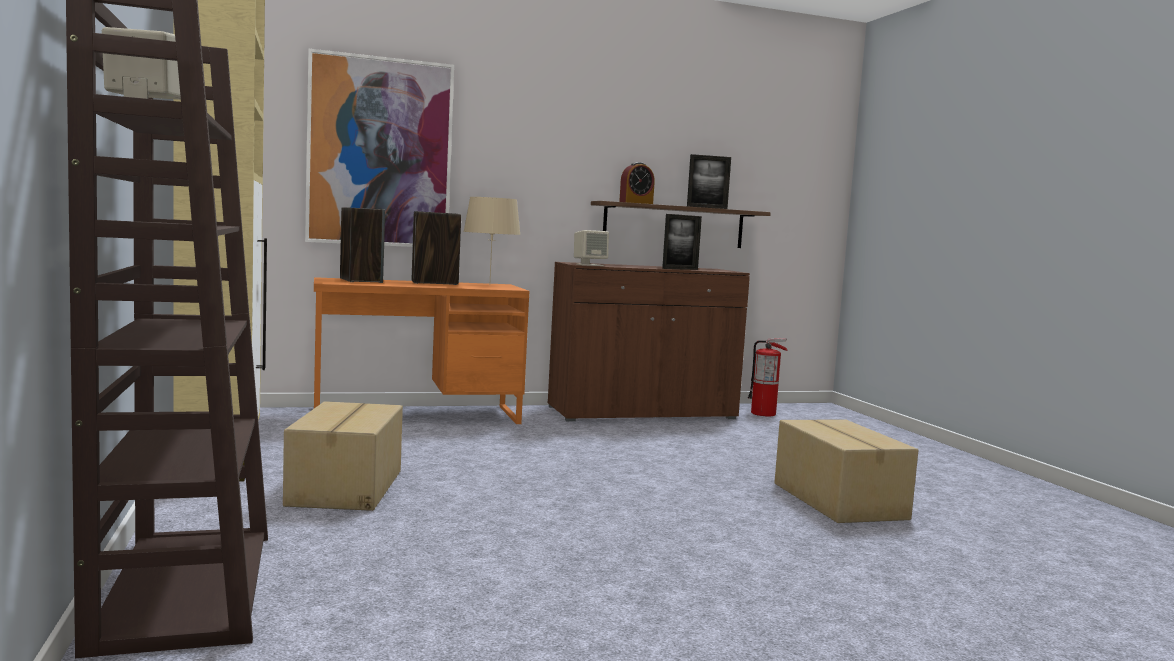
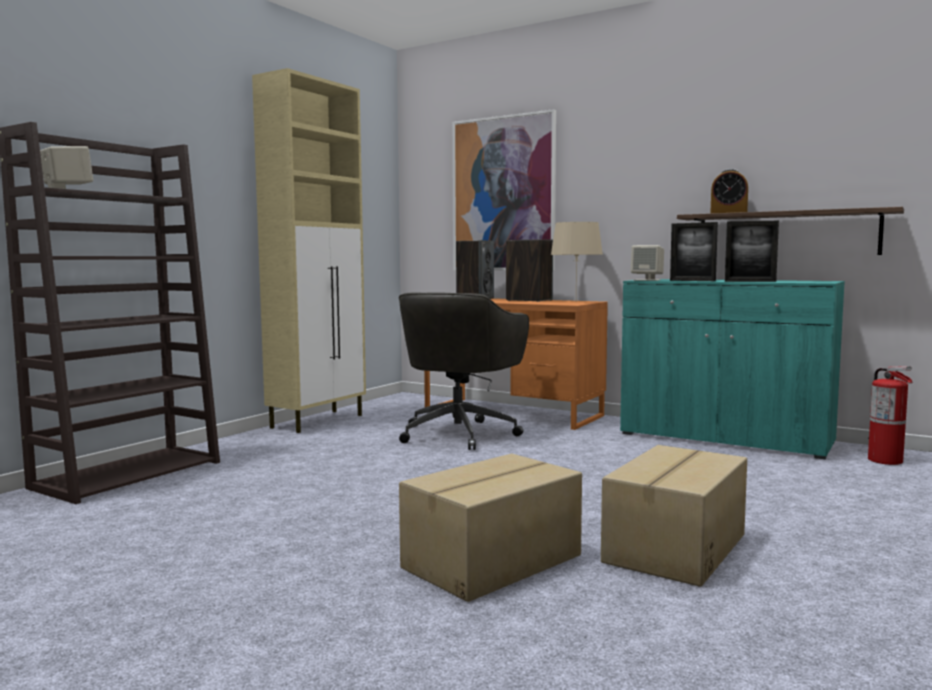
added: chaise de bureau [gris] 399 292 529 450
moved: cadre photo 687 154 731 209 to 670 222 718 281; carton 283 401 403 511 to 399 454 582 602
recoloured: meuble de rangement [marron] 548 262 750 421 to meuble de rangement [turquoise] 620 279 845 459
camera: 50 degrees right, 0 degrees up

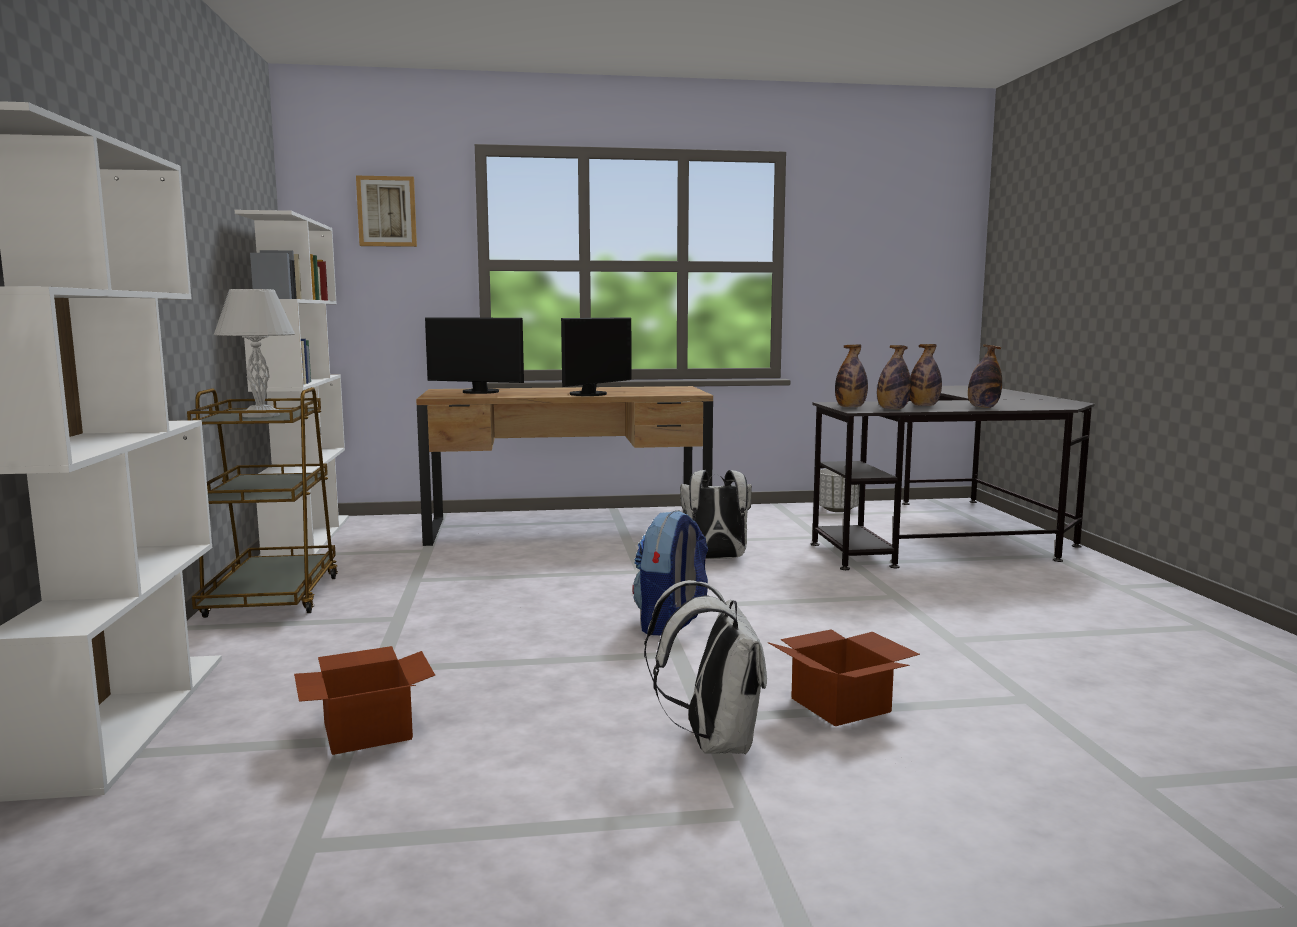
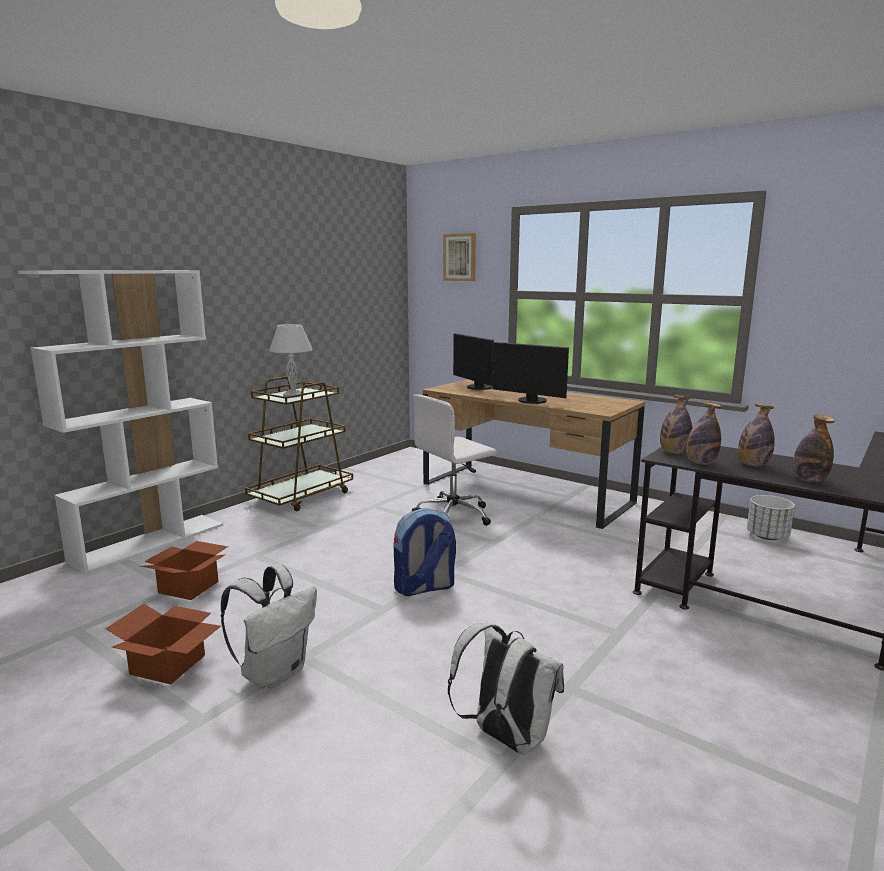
removed: bibliothèque [blanc] 235 210 349 556
added: chaise de bureau [blanc] 412 394 497 526
moved: sac à dos [blanc] 680 470 752 559 to 448 622 564 755; carton 767 629 920 726 to 105 604 221 685
turned: écran d'ordinateur 561 317 632 396 = 493 342 569 404 45 degrees clockwise
camera: 45 degrees right, 5 degrees up

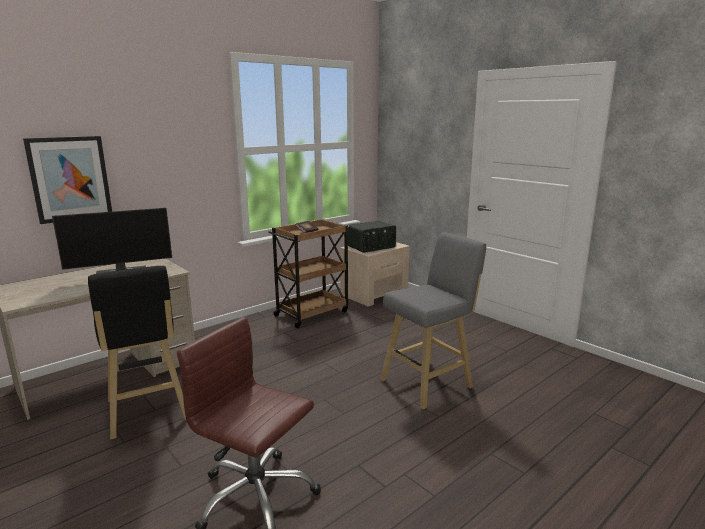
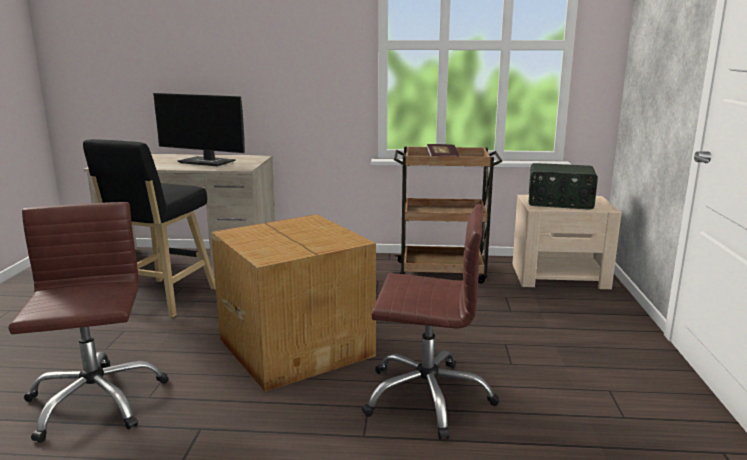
removed: tableau 23 136 112 224
added: carton 211 214 376 392
replaced: tabouret [gris] 380 232 486 409 to chaise de bureau [marron] 362 204 499 439
camera: 45 degrees right, 0 degrees up

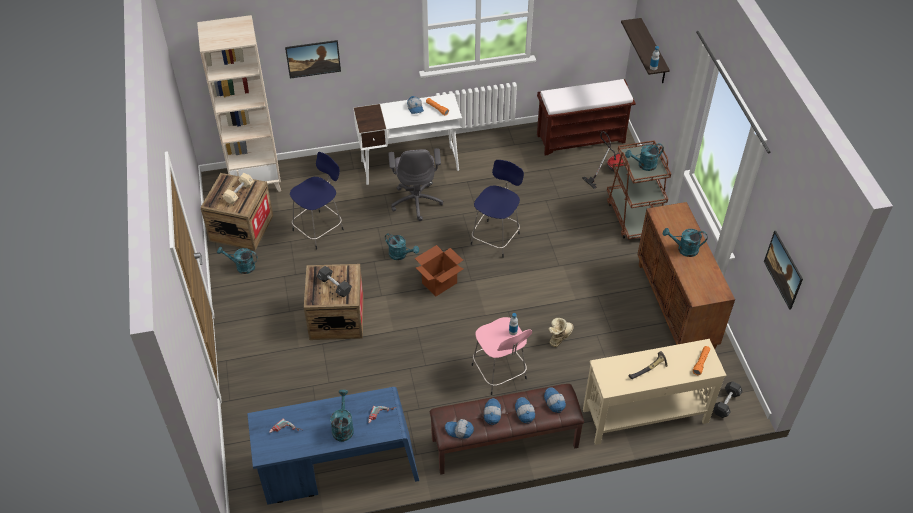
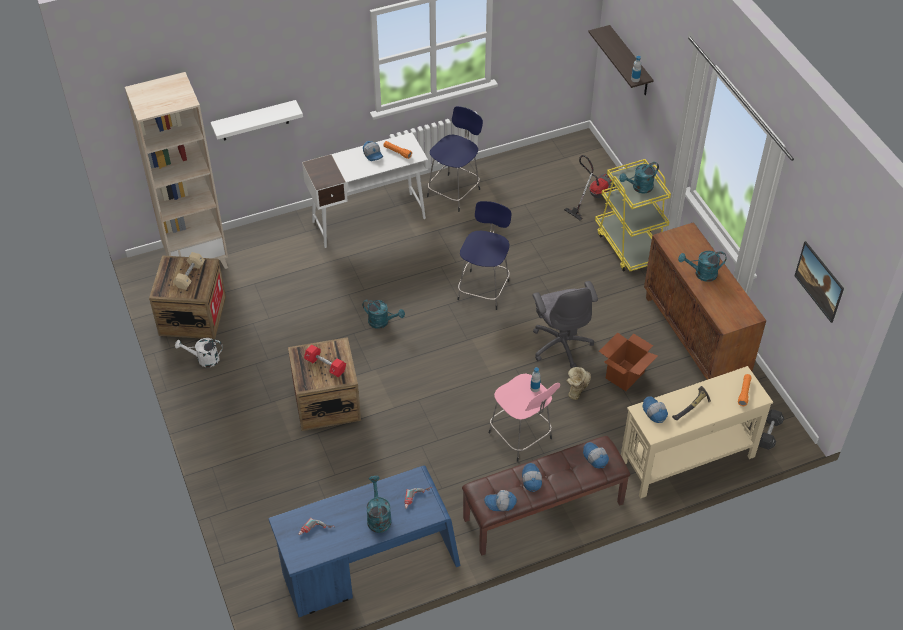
removed: banc [marron] 537 79 636 156
moved: chaise de bureau [gris] 388 148 443 221 to 533 281 598 368; tabouret [bleu] 290 152 344 249 to 427 106 483 212; carton 415 245 463 296 to 599 333 658 391; casquette 515 397 535 423 to 643 396 668 423
replaced: tableau 285 40 341 79 to étagère [blanc] 210 100 303 140
recoloured: chariot [marron] 607 140 671 239 to chariot [jaune] 595 159 671 271; arrosoir [turquoise] 217 247 258 274 to arrosoir [blanc] 175 338 223 367; haltère [noir] 317 266 352 298 to haltère [rouge] 304 345 346 377
camera: 10 degrees left, 0 degrees up

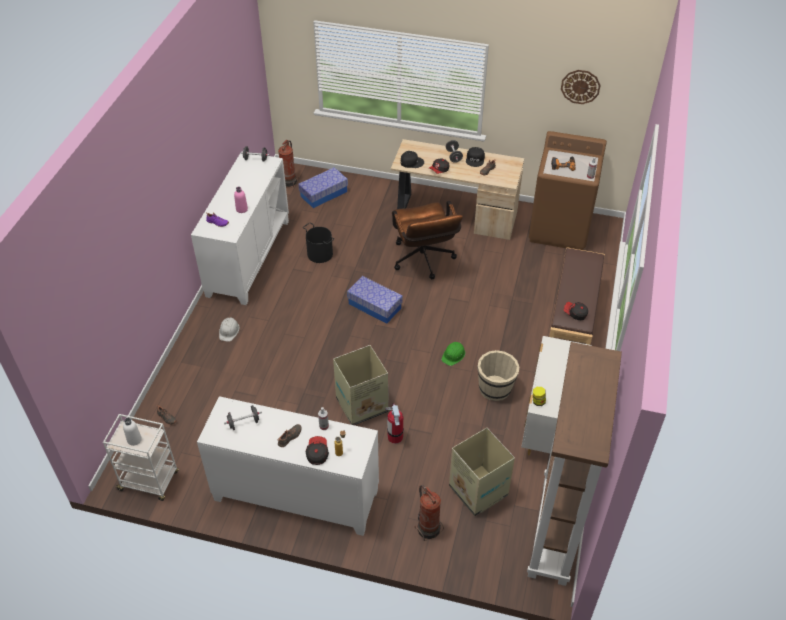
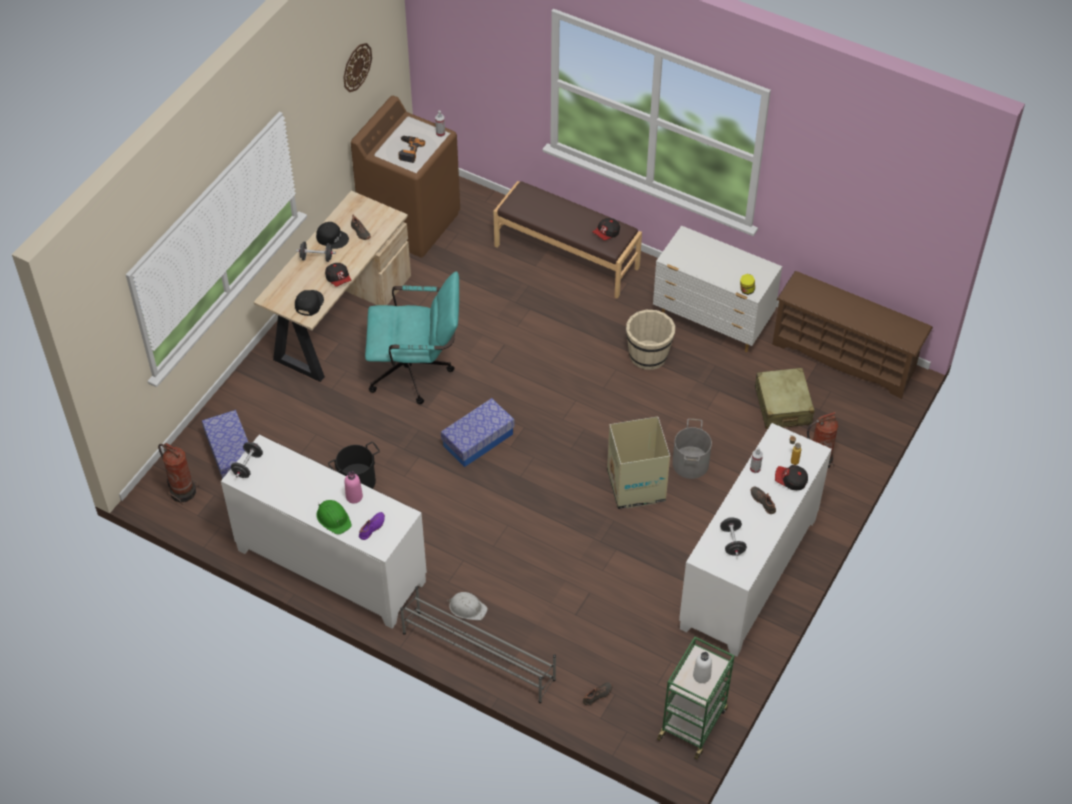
added: étagère à chaussures [gris] 400 586 556 703
moved: casque de chantier [vert] 441 342 465 366 to 316 500 352 534
replaced: bibliothèque [marron] 527 342 622 586 to étagère à chaussures [marron] 772 271 933 399; extincteur 385 403 404 444 to seau [gris] 672 419 712 479; carton 449 428 515 516 to valise [beige] 755 368 815 429
recoloured: chaise de bureau [marron] 392 201 463 279 to chaise de bureau [turquoise] 365 271 459 404; chariot [blanc] 103 414 179 501 to chariot [vert] 657 637 735 760
camera: 75 degrees left, 5 degrees up

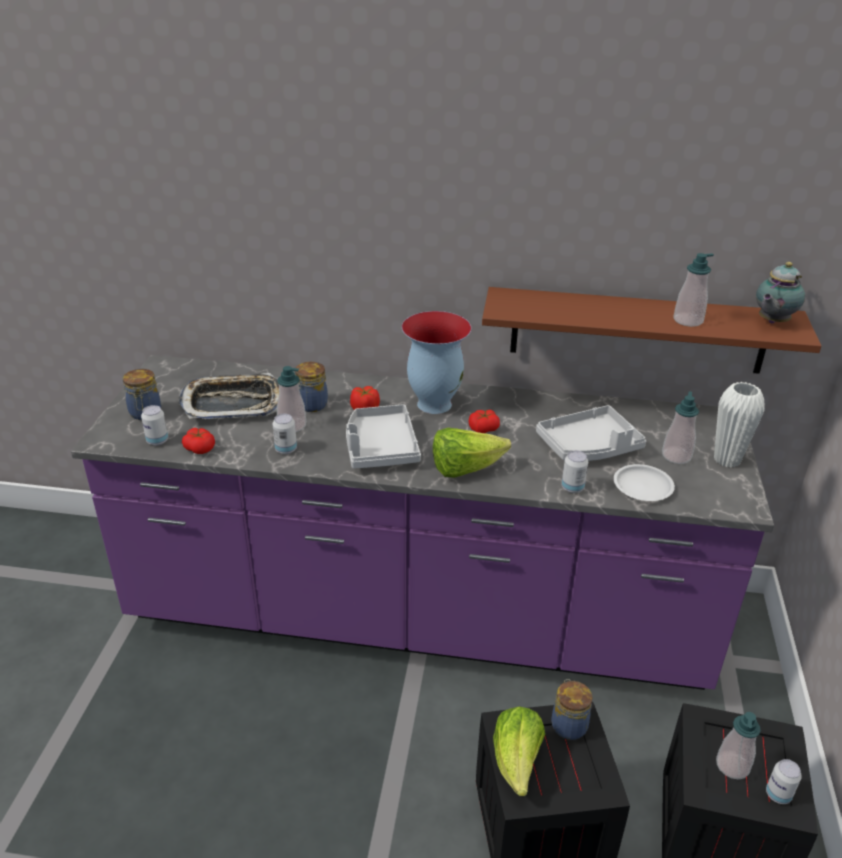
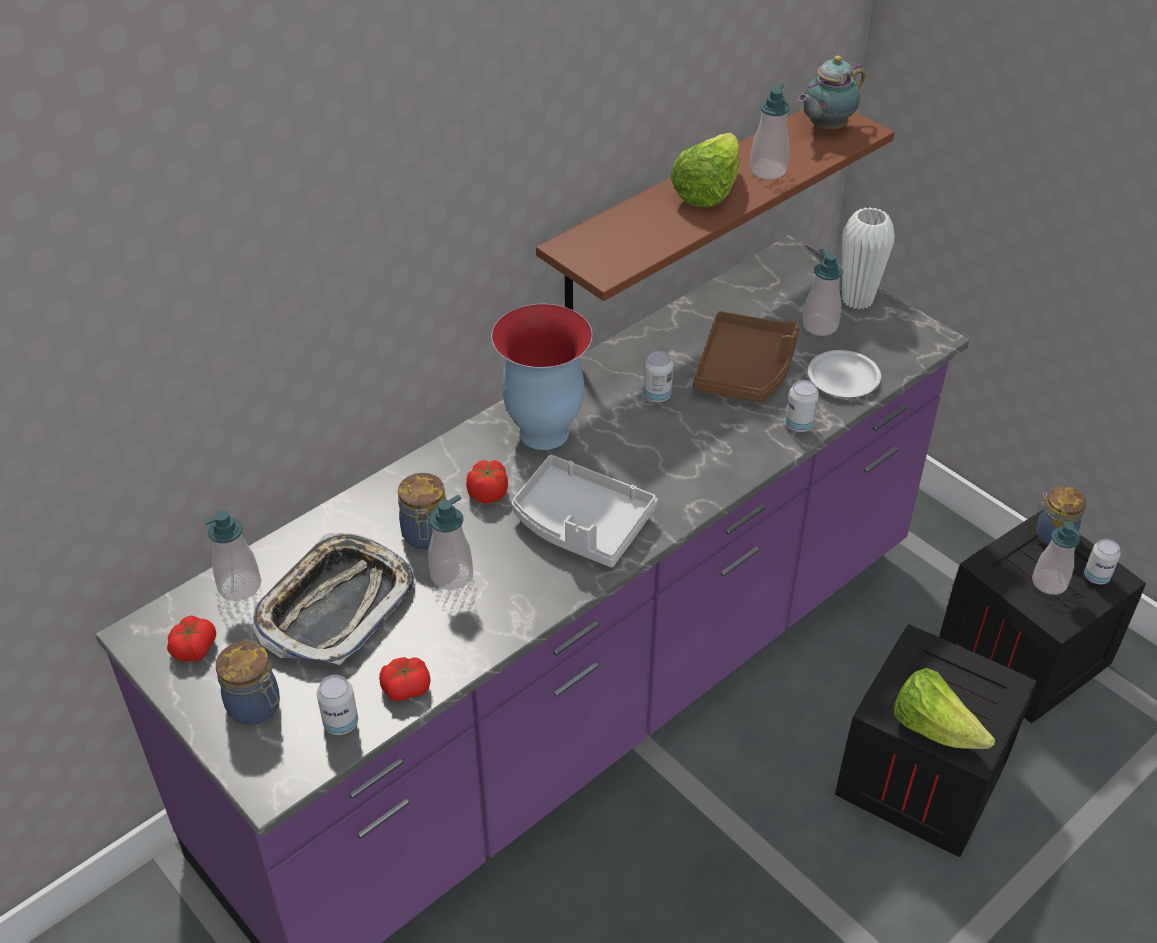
added: distributeur de savon 203 510 261 601
moved: tomate 469 410 500 433 to 167 615 216 662; boîte métallique 273 414 297 454 to 643 351 673 402; laitue 433 428 511 478 to 670 133 740 207; bocal 551 679 593 740 to 1034 486 1087 545
recoloured: plateau [gris] 536 405 646 461 to plateau [marron] 693 311 800 402
turned: théière 756 262 805 323 = 798 56 866 130 60 degrees clockwise
camera: 50 degrees left, 10 degrees up

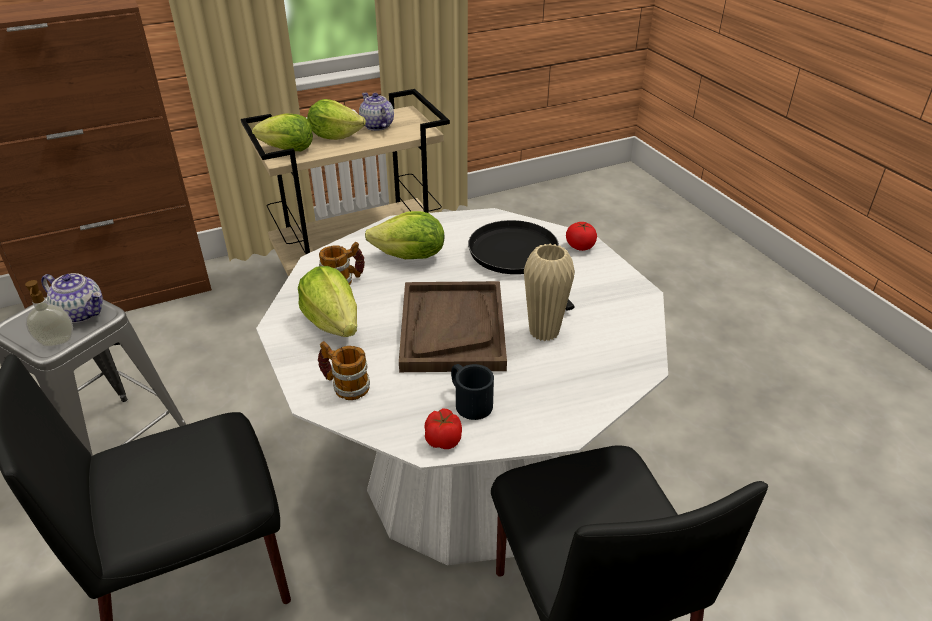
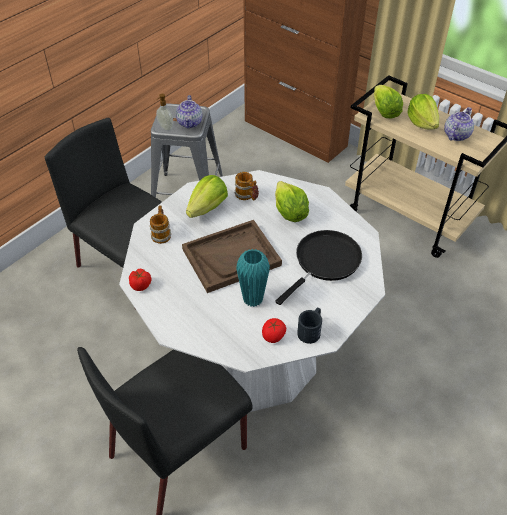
moved: tomate 566 222 597 251 to 262 318 286 343; mug [noir] 451 364 494 420 to 297 308 322 344
recoloured: vase [beige] 524 244 575 341 to vase [turquoise] 236 249 270 307
camera: 65 degrees right, 10 degrees up

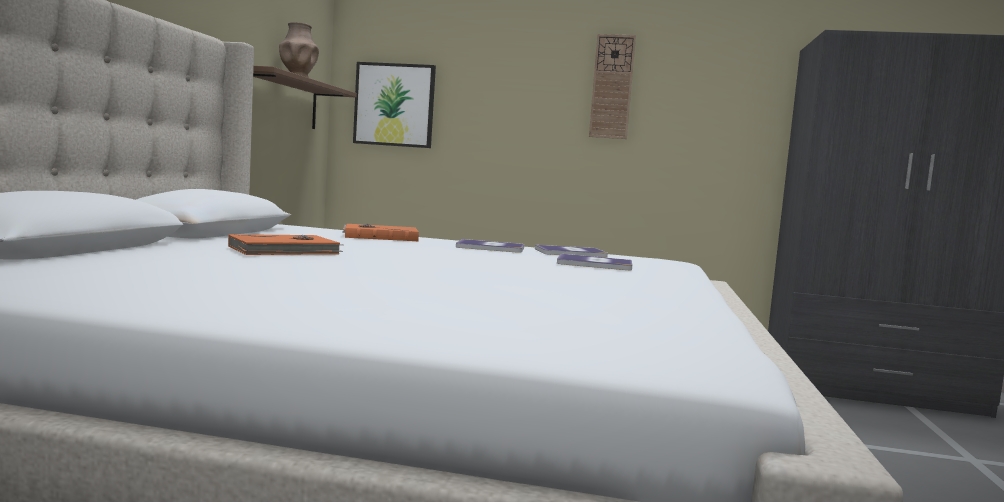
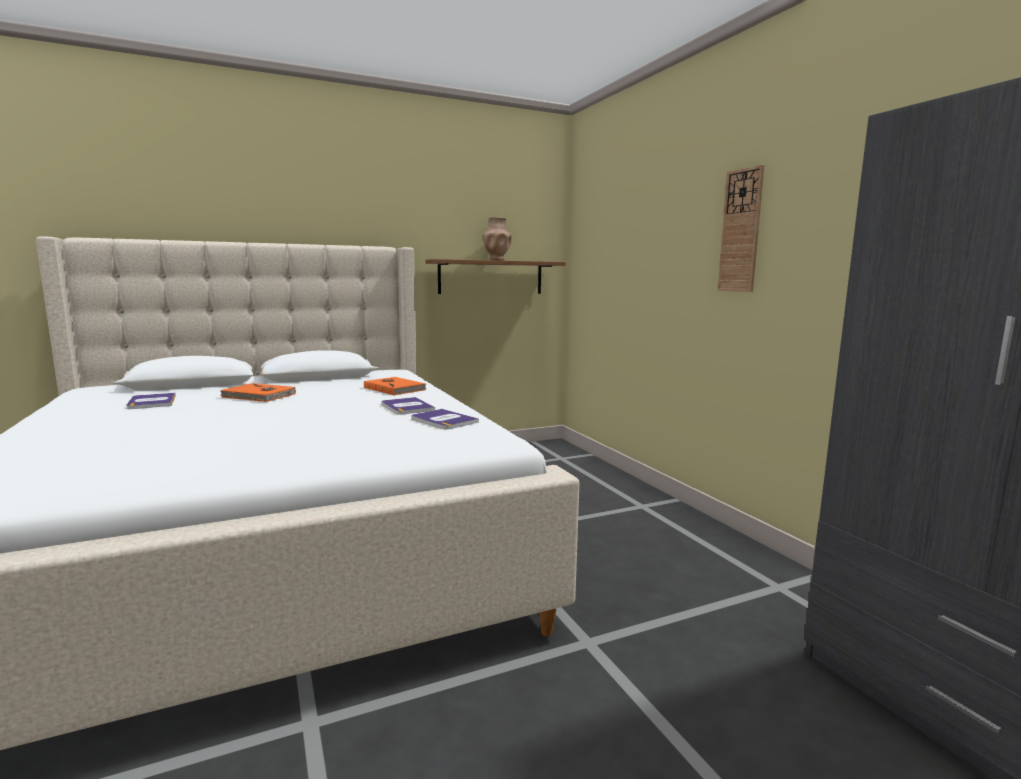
removed: tableau 353 62 436 148
moved: livre 557 254 632 270 to 126 393 176 409
camera: 55 degrees right, 5 degrees up

